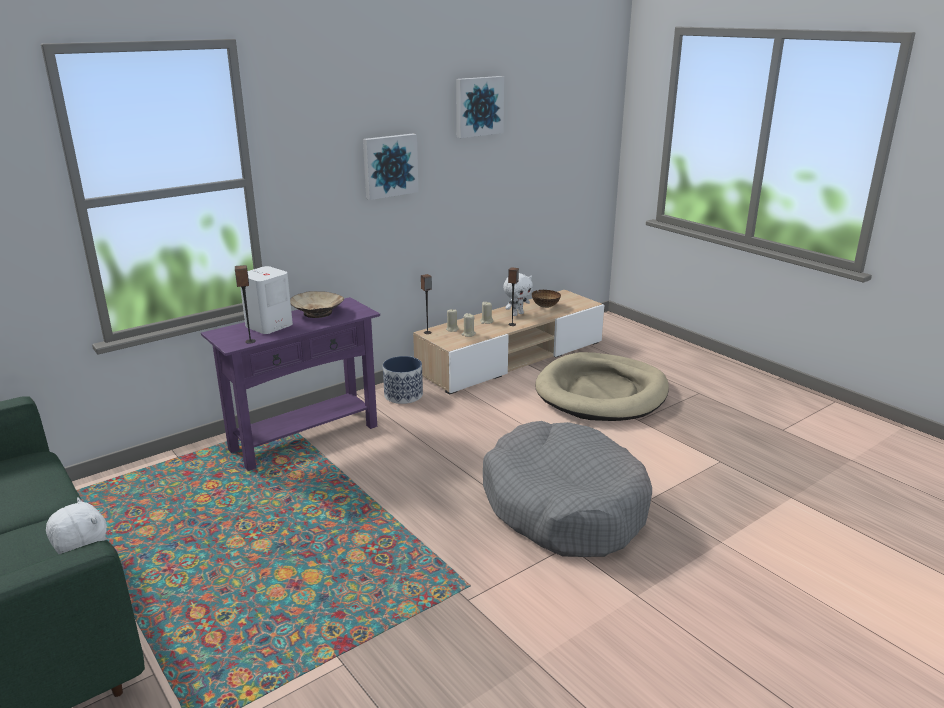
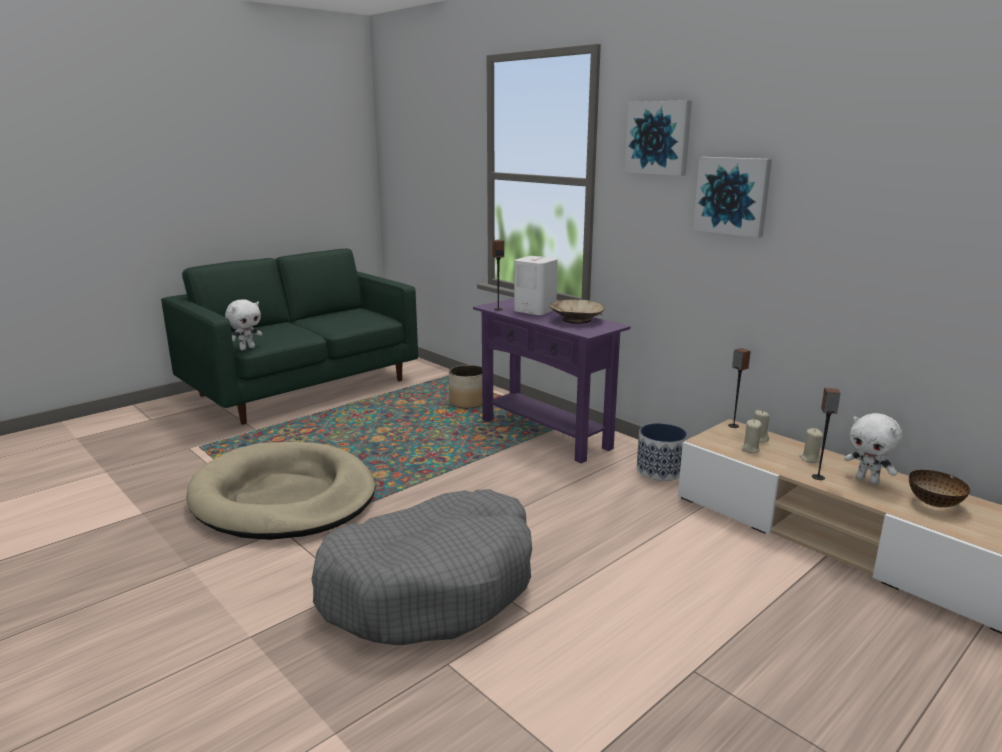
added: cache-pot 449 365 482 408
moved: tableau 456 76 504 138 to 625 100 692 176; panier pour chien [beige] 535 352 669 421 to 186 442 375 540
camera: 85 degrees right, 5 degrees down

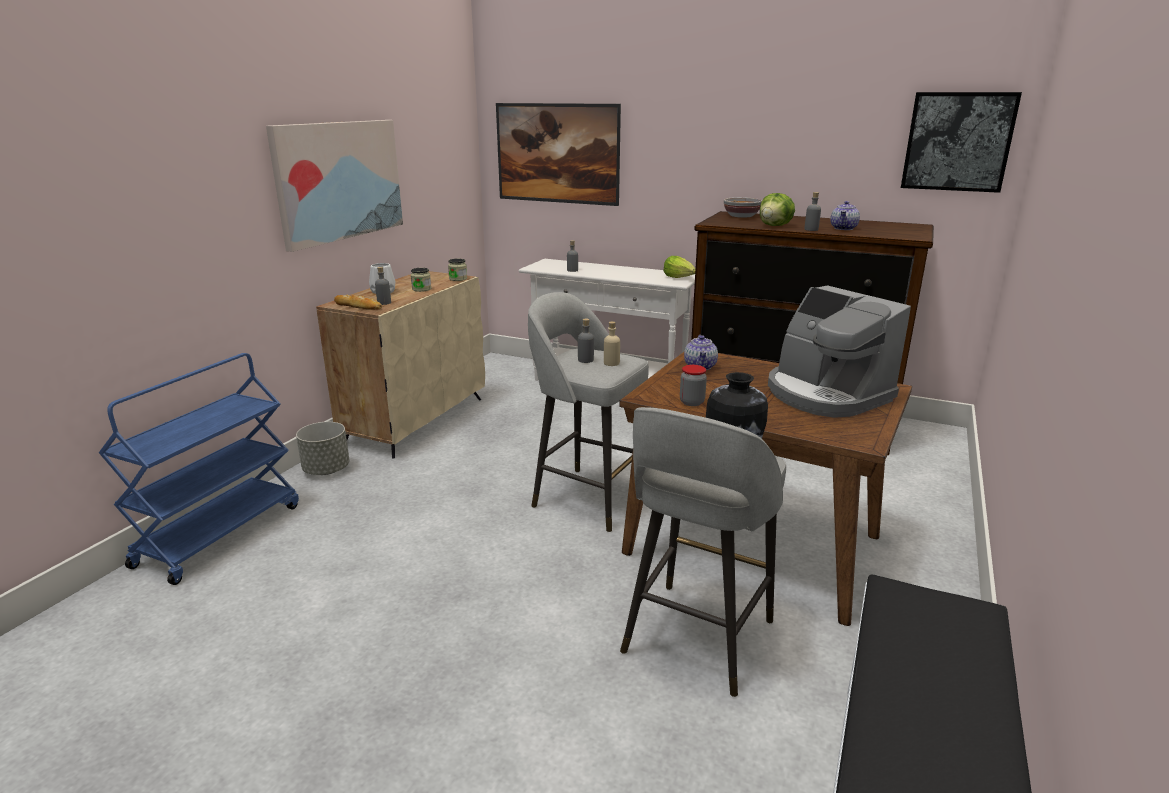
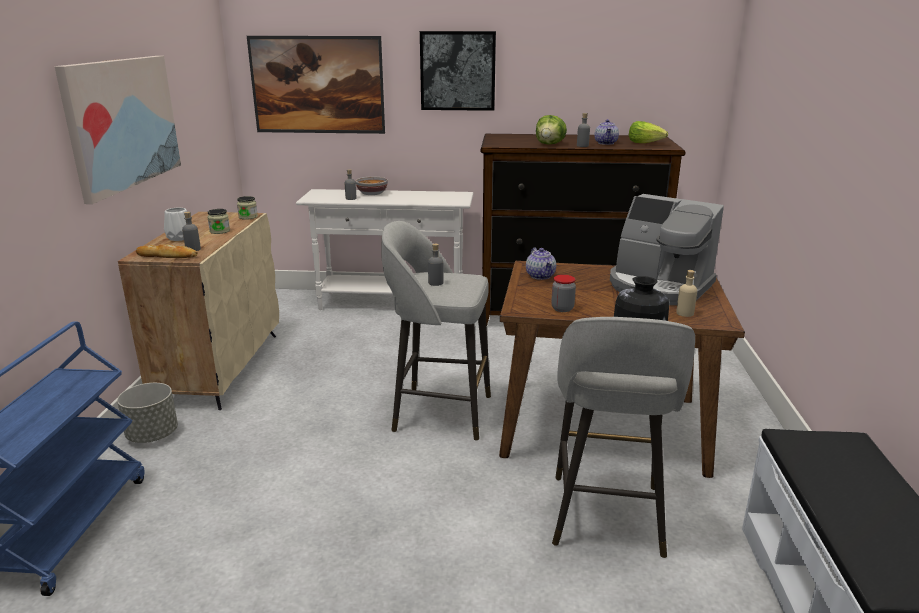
moved: tableau 901 92 1022 193 to 420 31 496 111; bol 724 197 762 218 to 355 177 388 195; laitue 663 256 696 278 to 629 121 668 143; bouteille [beige] 604 321 620 366 to 676 270 697 317
camera: 20 degrees left, 0 degrees up

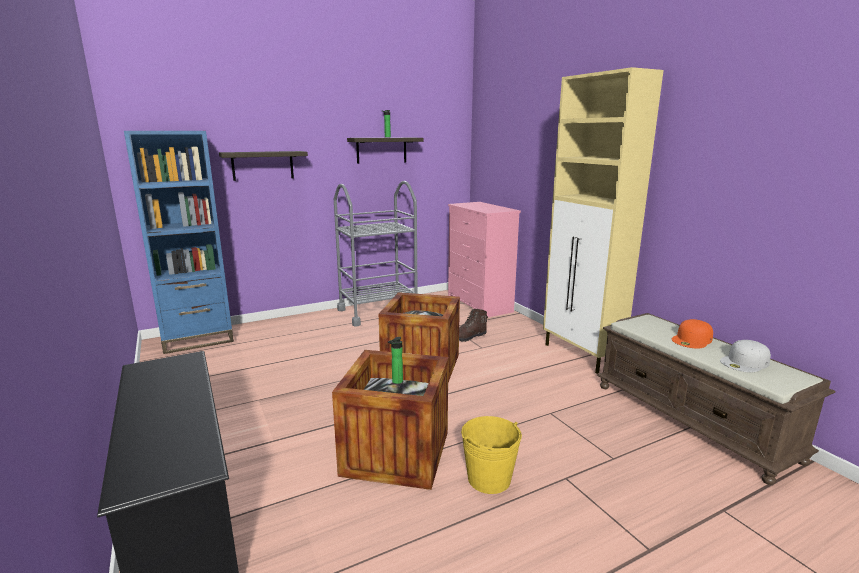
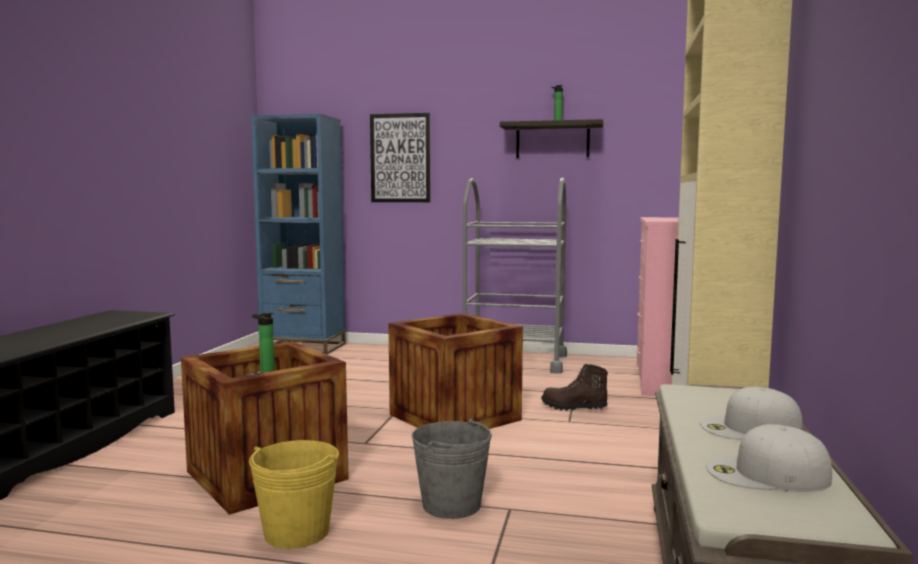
added: seau [gris] 411 418 492 519
replaced: étagère 219 151 308 181 to tableau 370 113 430 202
recoloured: casquette [orange] 672 319 713 349 to casquette [blanc] 700 387 803 440
camera: 40 degrees right, 10 degrees down

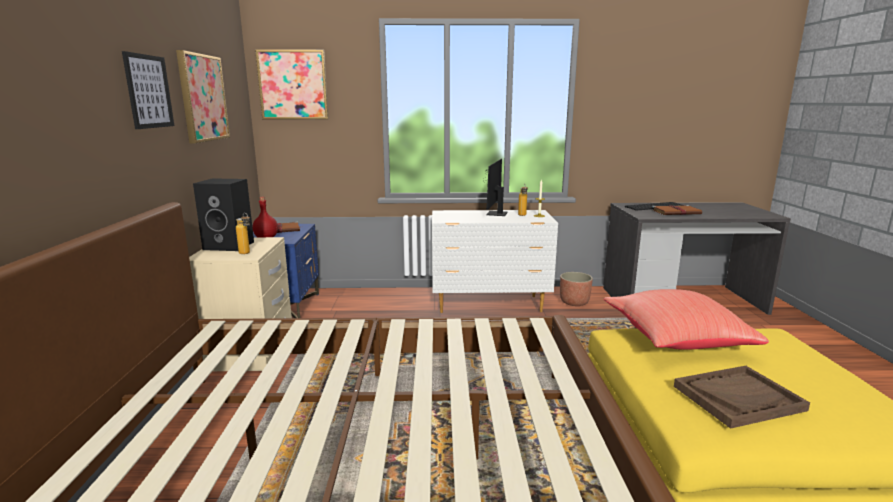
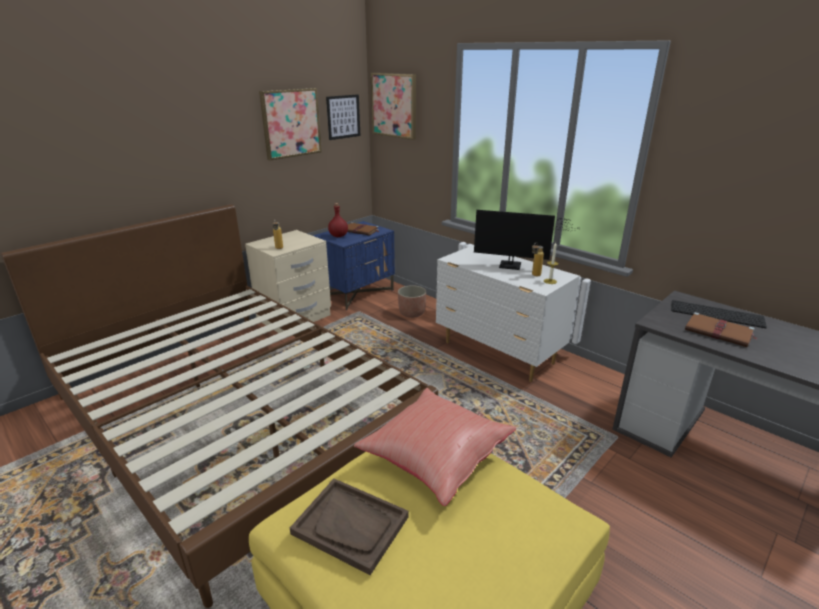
removed: enceinte [noir] 193 178 254 251
moved: tableau 122 51 174 129 to 326 94 360 140; cache-pot 560 272 593 306 to 398 285 426 318
turned: écran d'ordinateur 484 159 508 216 = 474 210 580 270 135 degrees counterclockwise
camera: 45 degrees right, 10 degrees up

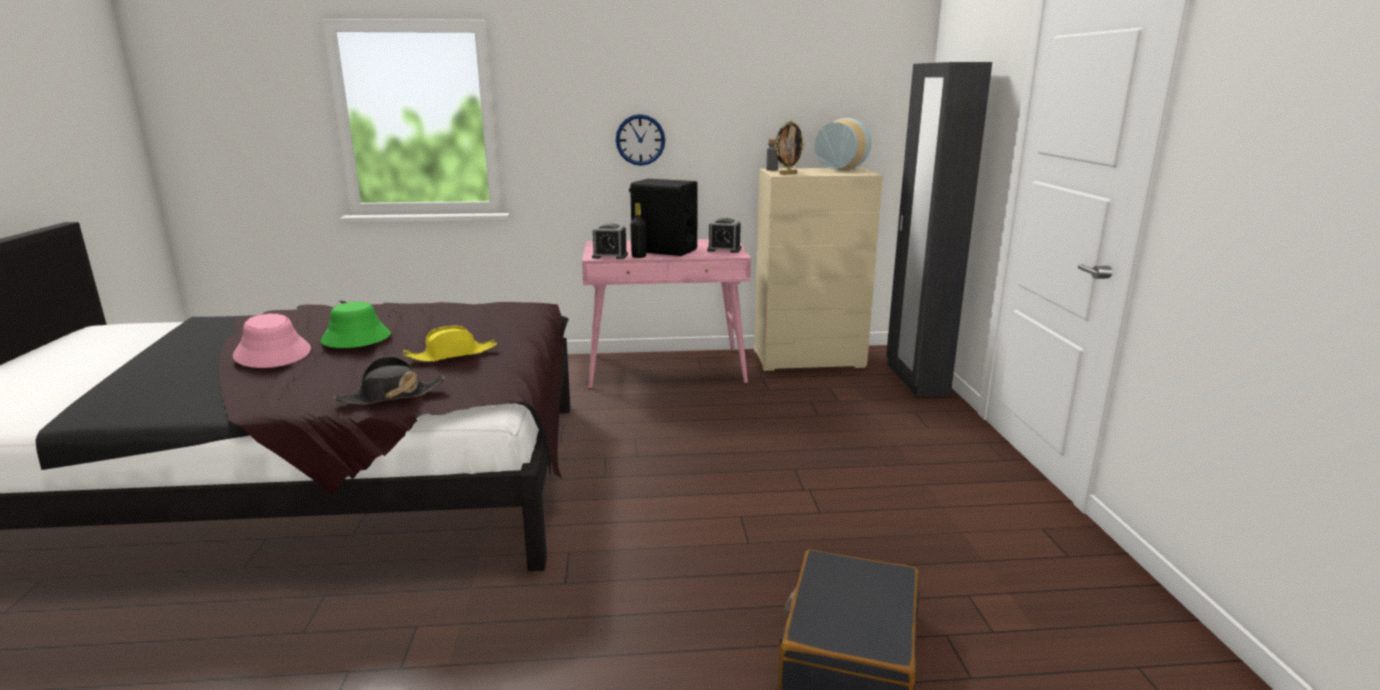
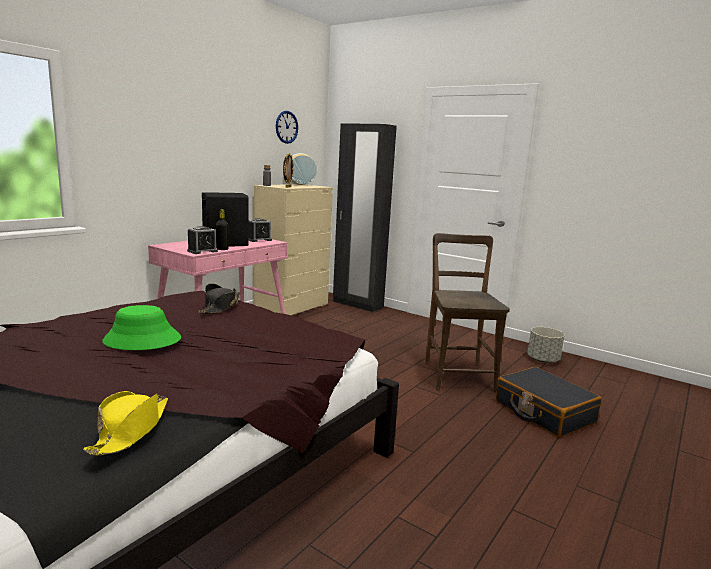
removed: chapeau [rose] 233 314 311 368
added: chaise [marron] 425 233 510 392; cache-pot [gris] 528 327 565 363
moved: horloge murale 616 114 665 166 to 276 111 298 144; chapeau [jaune] 403 325 497 362 to 84 391 168 455; chapeau [noir] 333 356 445 404 to 198 283 241 314
camera: 50 degrees left, 5 degrees down

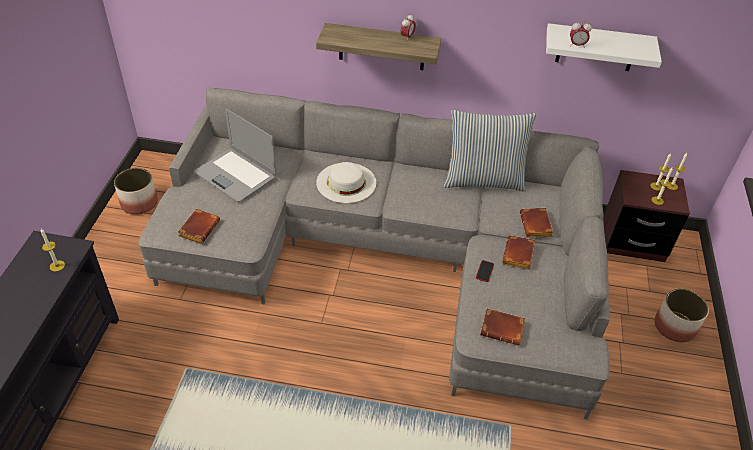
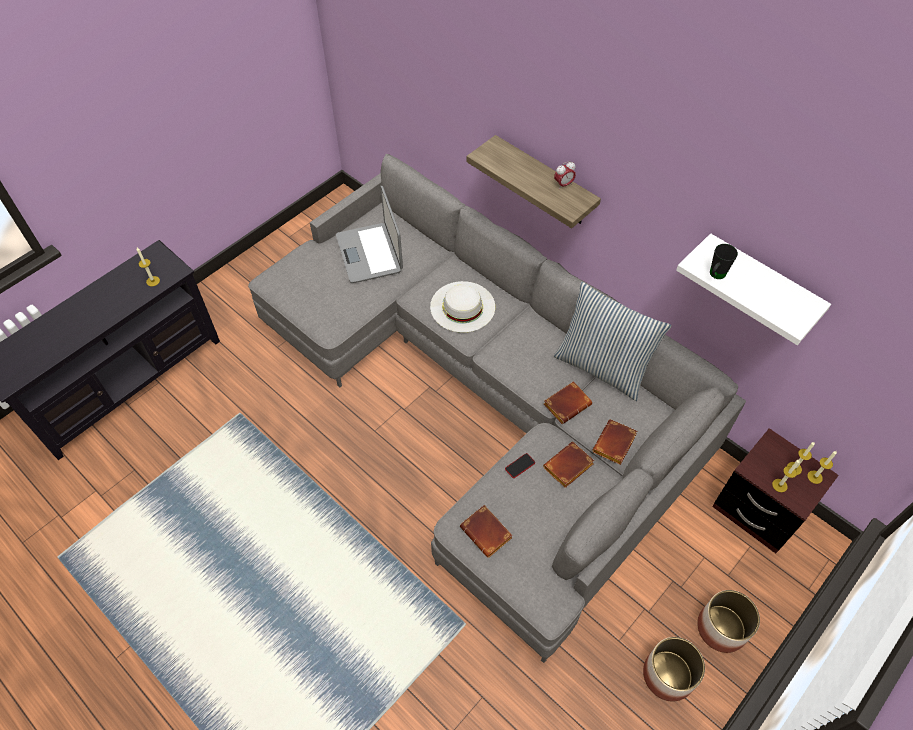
moved: cache-pot 114 168 158 215 to 643 637 705 702; livre [marron] 178 209 220 244 to 544 381 592 424
replaced: réveil 570 20 592 48 to mug [noir] 710 244 738 279
camera: 35 degrees right, 10 degrees up

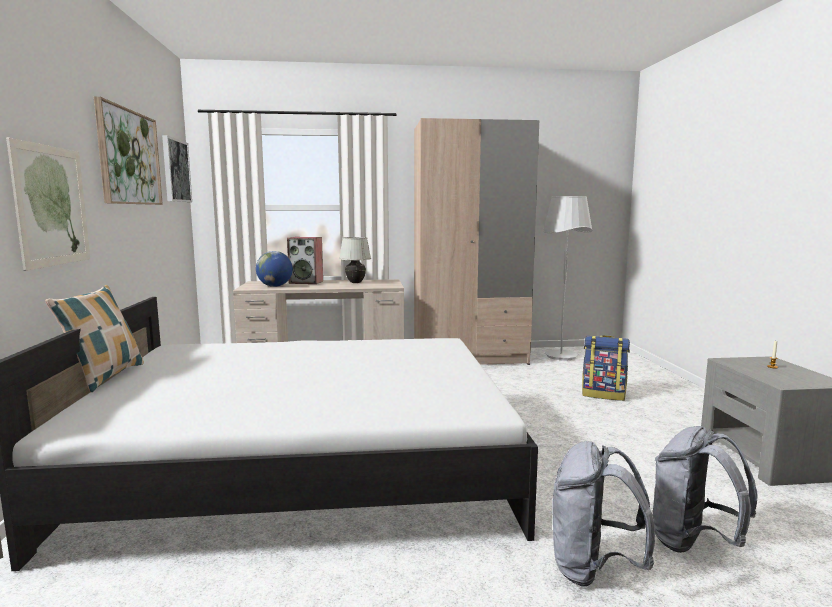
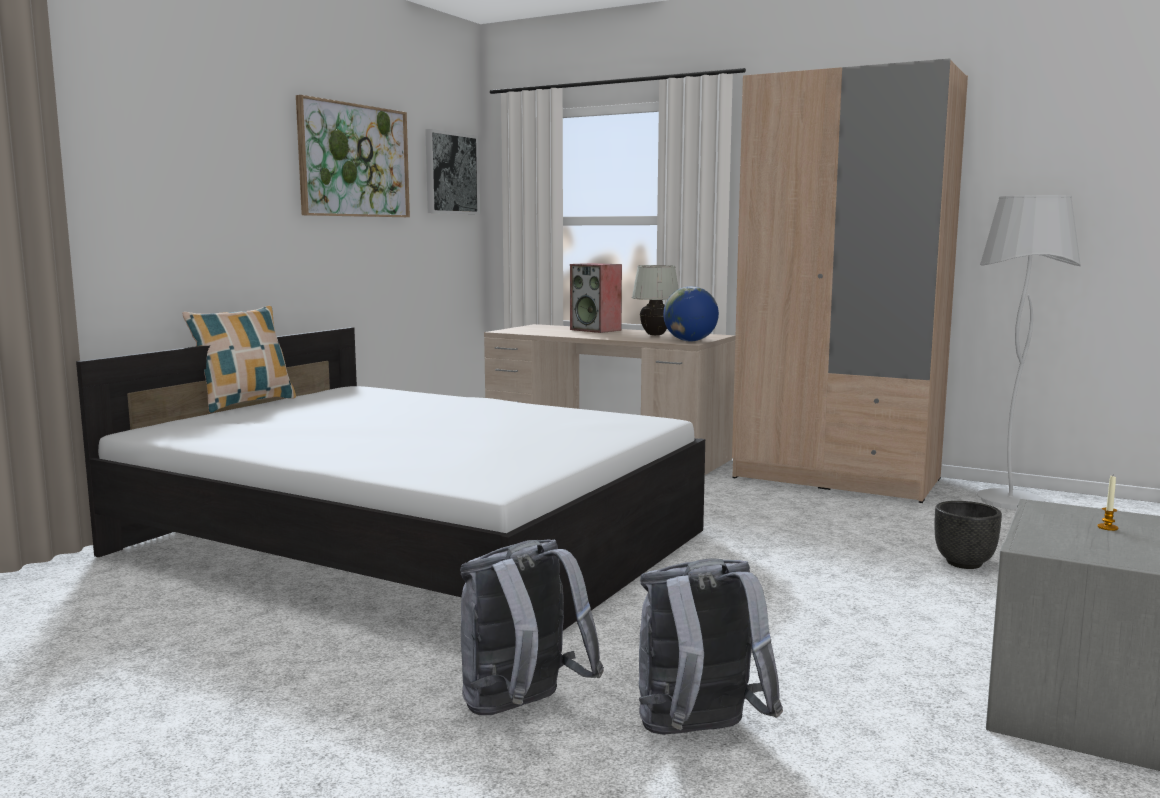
removed: tableau 6 138 90 271
moved: globe 256 251 293 287 to 663 286 719 341
replaced: sac à dos 582 335 630 401 to cache-pot [noir] 934 501 1002 569
camera: 35 degrees right, 0 degrees up

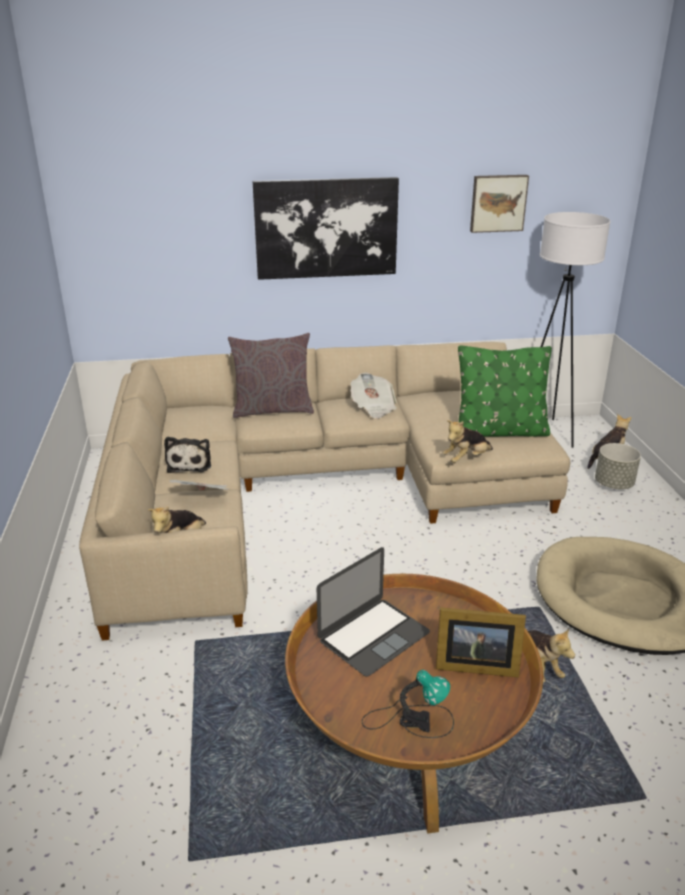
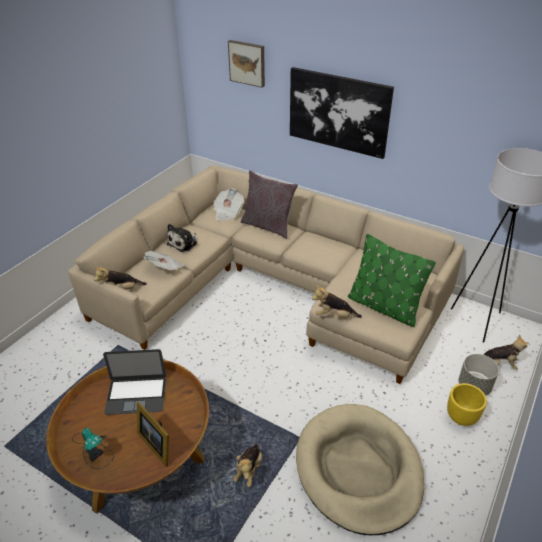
added: cache-pot [jaune] 447 383 487 426
moved: tableau 470 175 529 233 to 228 40 265 88; journal 350 373 397 419 to 213 188 245 221
camera: 40 degrees right, 10 degrees up

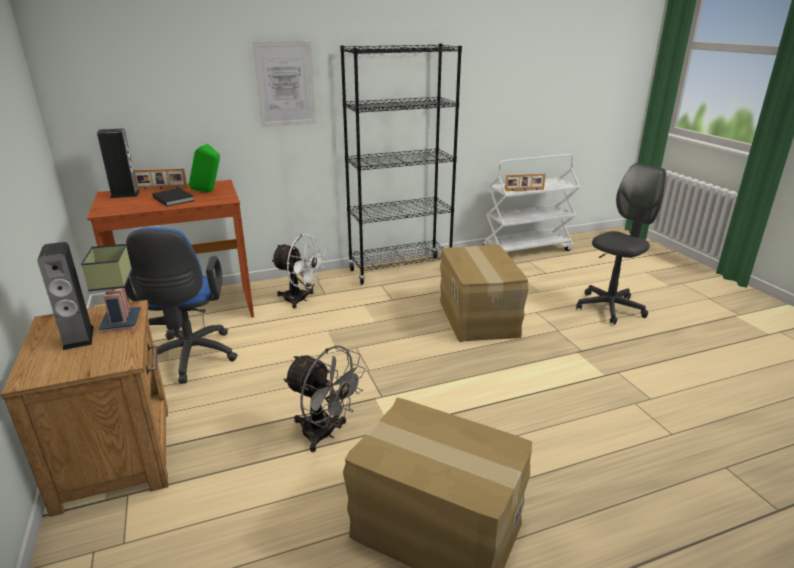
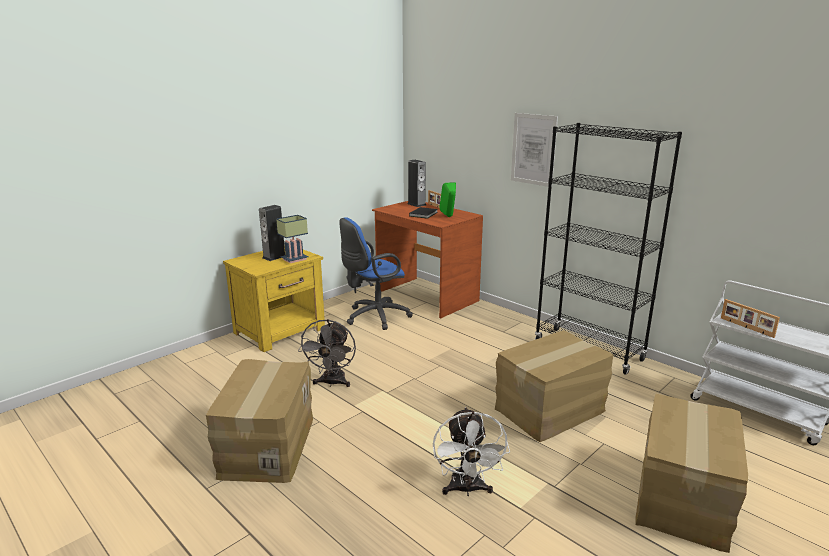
moved: ventilateur [blanc] 271 234 326 308 to 433 407 510 496
replaced: chaise de bureau [gris] 576 163 666 325 to carton 635 394 748 553
recoloured: table de chevet [marron] 1 300 168 517 to table de chevet [jaune] 223 245 325 352
camera: 65 degrees right, 5 degrees down

